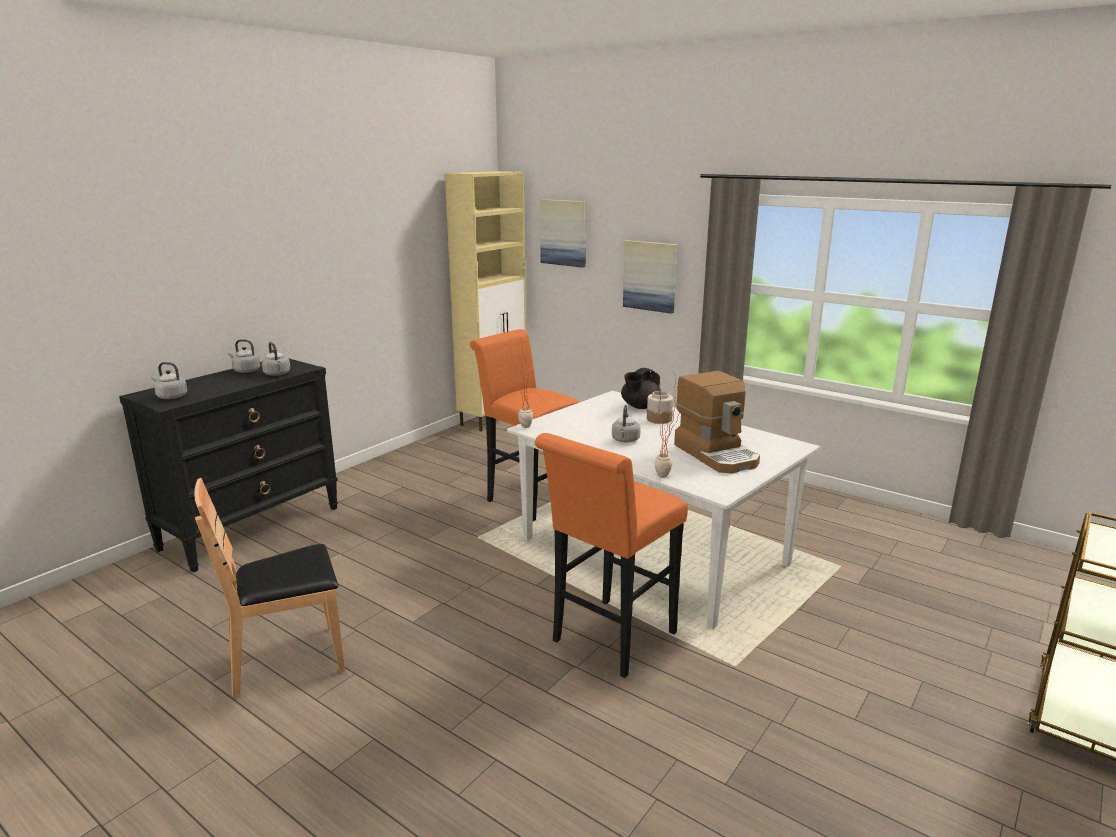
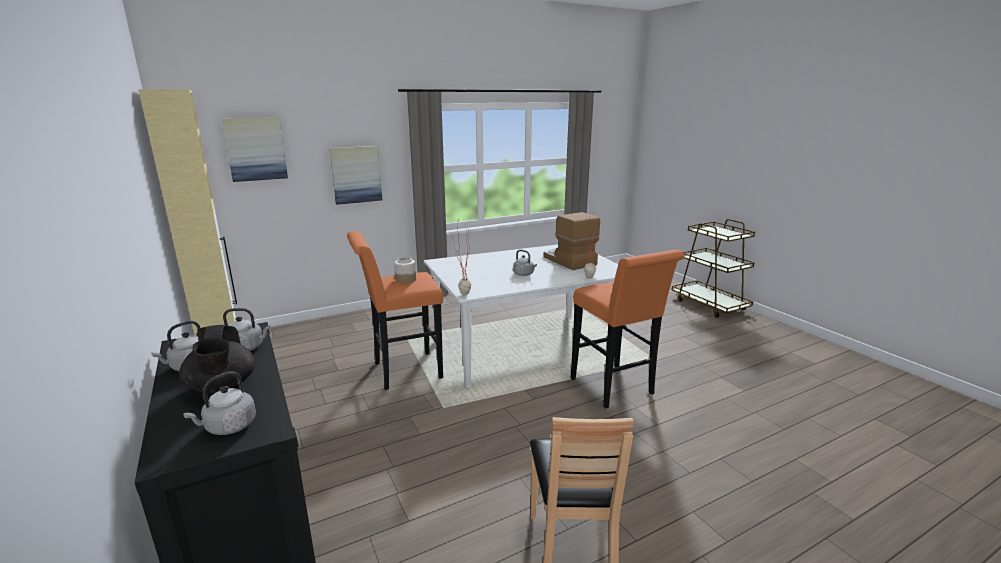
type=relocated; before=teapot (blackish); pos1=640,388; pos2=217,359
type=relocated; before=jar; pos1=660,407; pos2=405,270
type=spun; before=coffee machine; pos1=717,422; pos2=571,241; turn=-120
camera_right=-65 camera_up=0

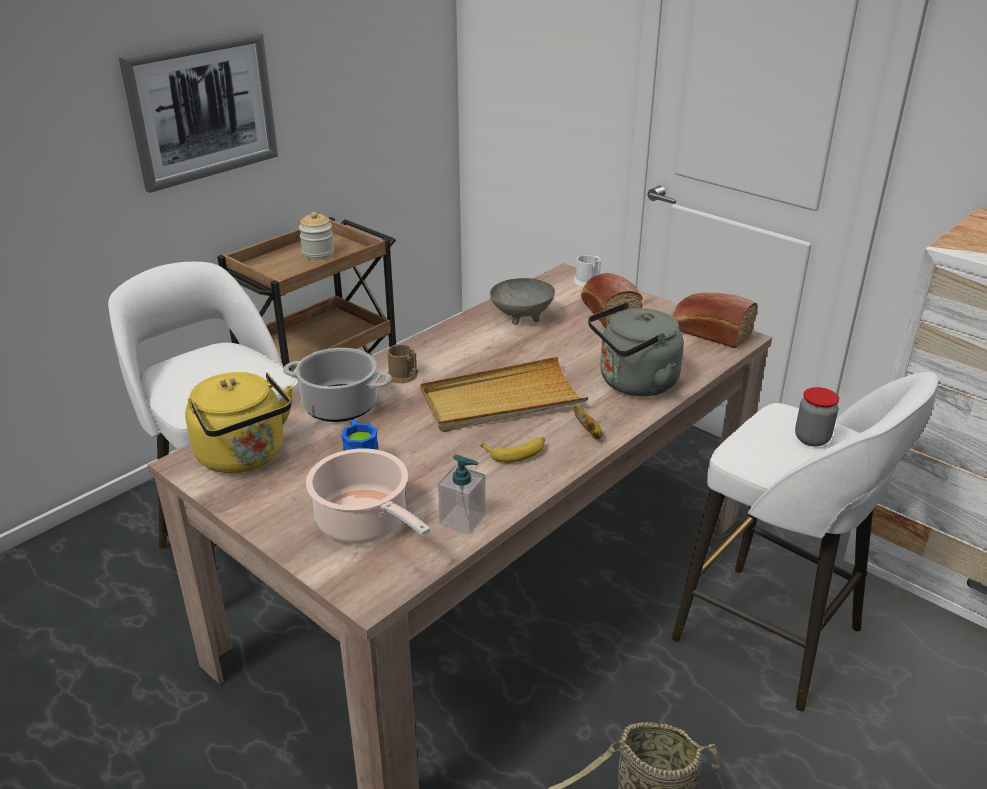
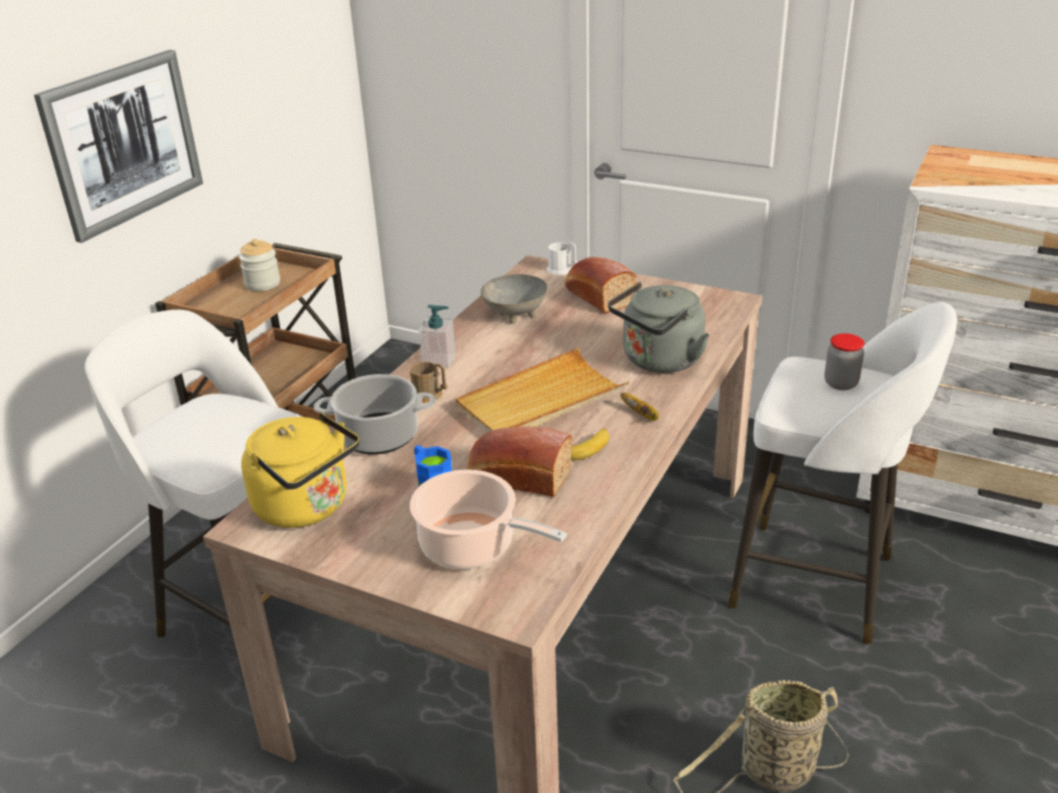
type=relocated; before=soap bottle; pos1=462,494; pos2=437,336
type=relocated; before=bread; pos1=715,320; pos2=519,462
camera_right=-15 camera_up=0

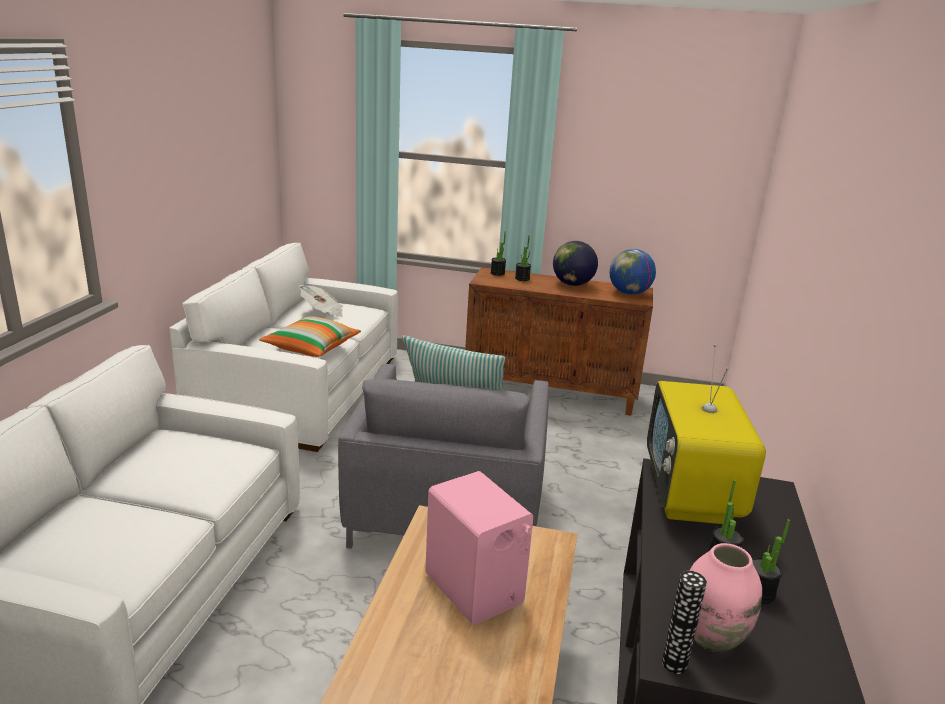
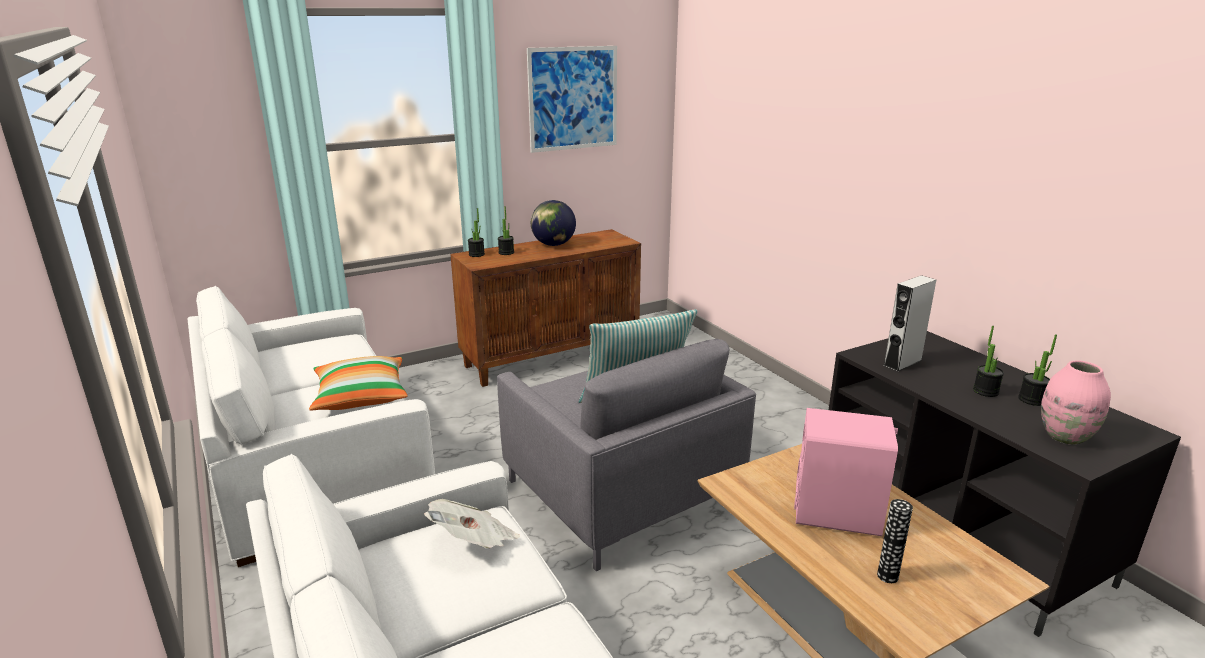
type=missing; before=globe; pos1=633,272
type=appeared; after=picture; pos2=572,99
type=relocated; before=printed paper; pos1=321,301; pos2=472,523
type=relocated; before=flower vase; pos1=684,622; pos2=895,541
type=exchanged; before=TV set; after=speaker (greyish); pos1=706,434; pos2=909,323
camera_right=-40 camera_up=0

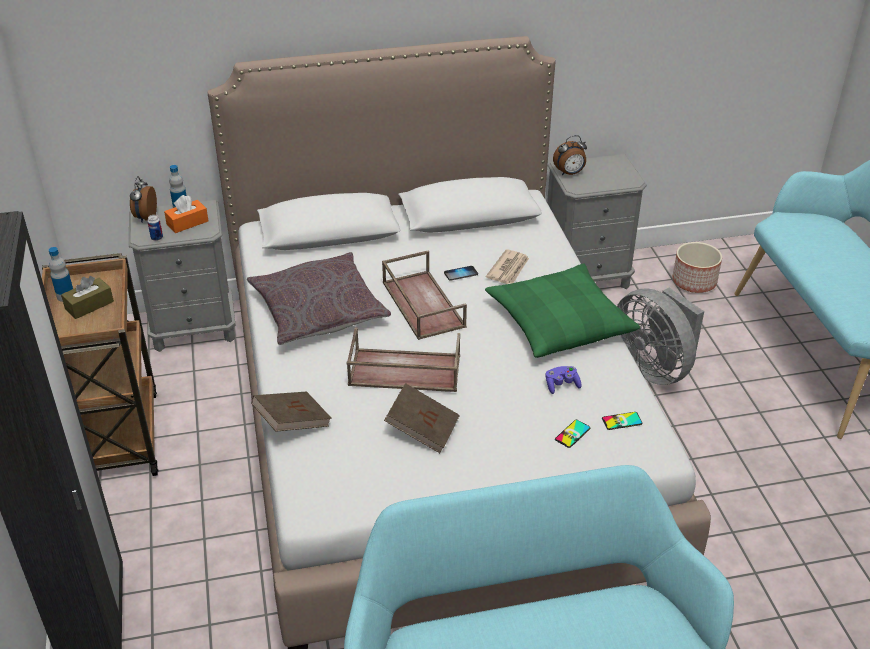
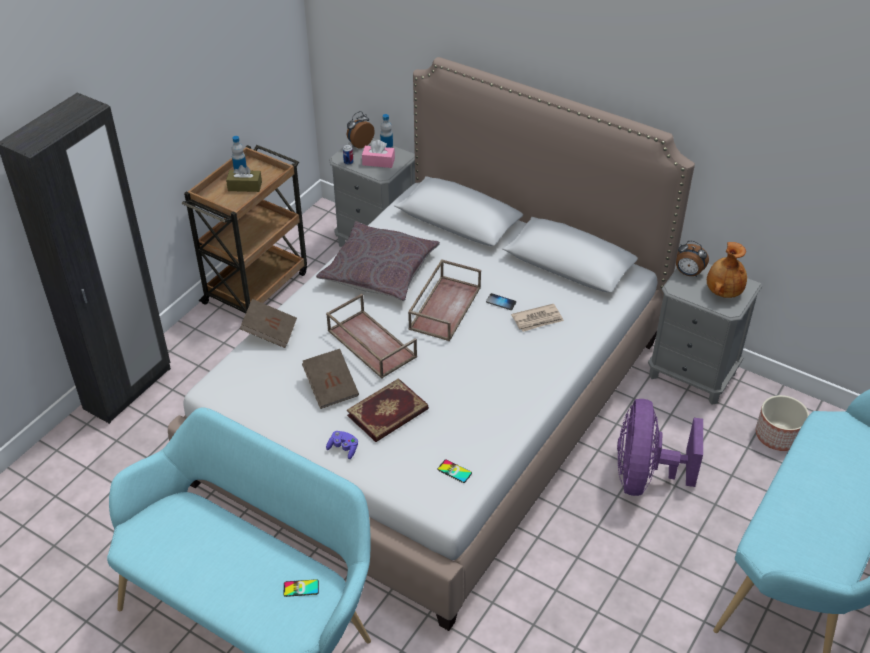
type=missing; before=throw pillow (greenish); pos1=562,311
type=appeared; after=bound book; pos2=388,410
type=appeared; after=flower vase (brown); pos2=727,270
type=relocated; before=game controller (purple-coloured); pos1=564,380; pos2=342,445
type=relocated; before=telephone; pos1=573,434; pos2=301,588
type=colour; before=tissue box (orange); after=tissue box (pink); pos1=186,214; pos2=378,154
type=colour; before=fan (greyish); after=fan (purple-coloured); pos1=660,336; pos2=660,447
camera_right=45 camera_up=5

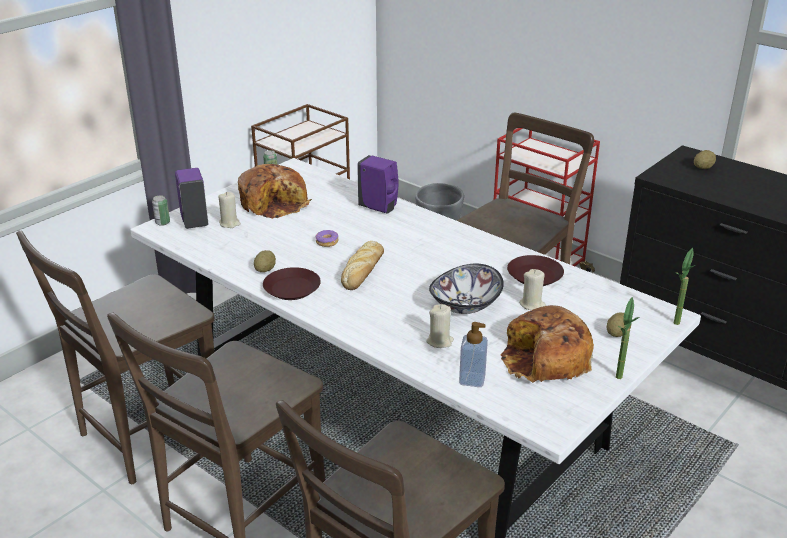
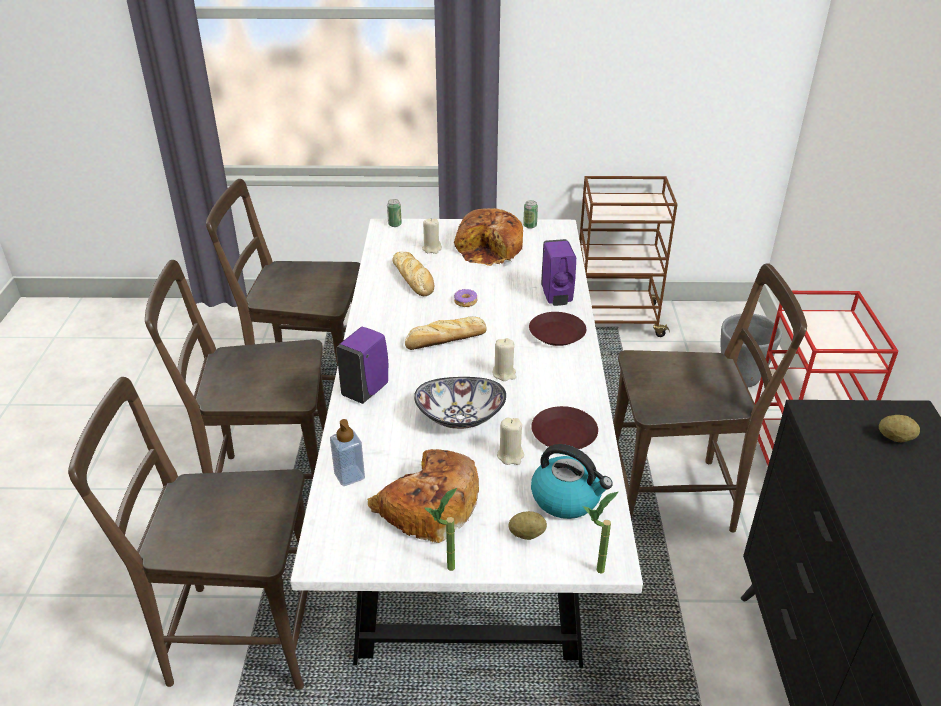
type=missing; before=whole potato; pos1=265,261
type=appeared; after=bread; pos2=413,274
type=appeared; after=kettle; pos2=572,481
type=relocated; before=soap bottle (purple-coloured); pos1=191,198; pos2=362,365
type=relocated; before=plate (brown); pos1=292,283; pos2=557,329
type=relocated; before=wax light (beige-coloured); pos1=440,326; pos2=504,359
camera_right=50 camera_up=5

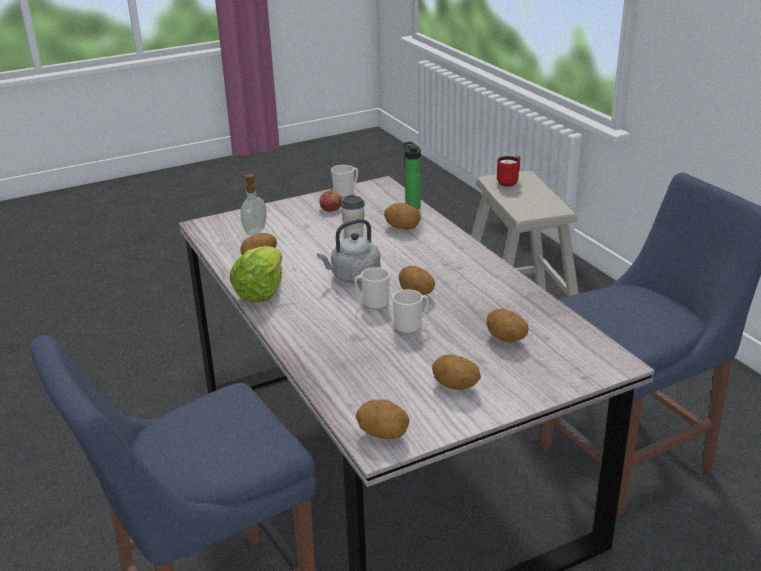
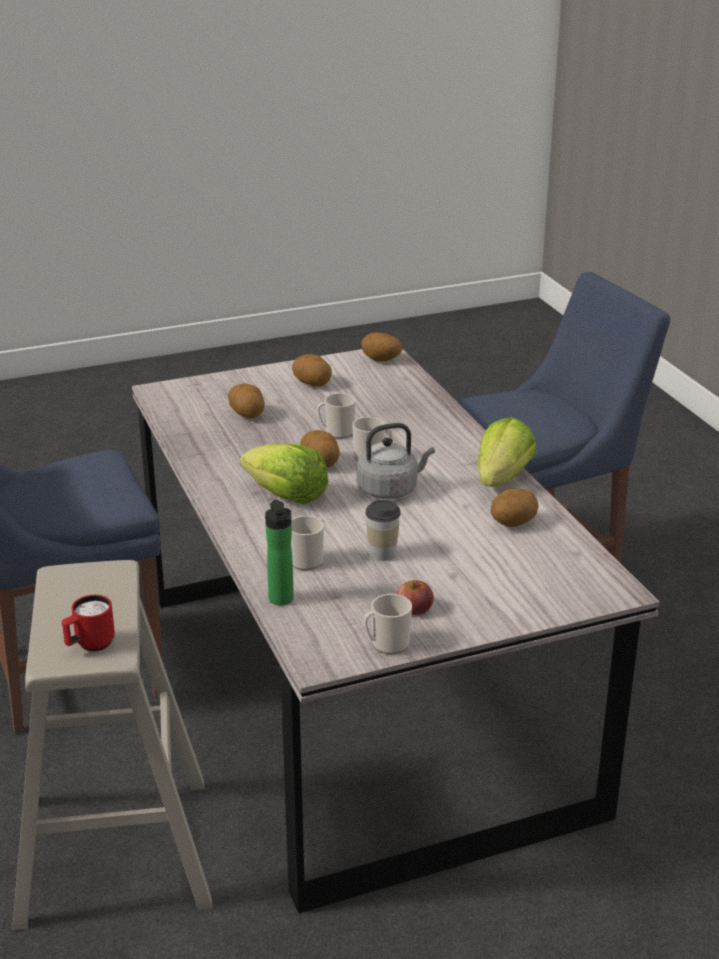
type=missing; before=soap bottle; pos1=253,204
type=appeared; after=lettuce head; pos2=284,473
type=exchanged; before=whole potato; after=tea mug; pos1=402,216; pos2=307,543
camera_right=-175 camera_up=0

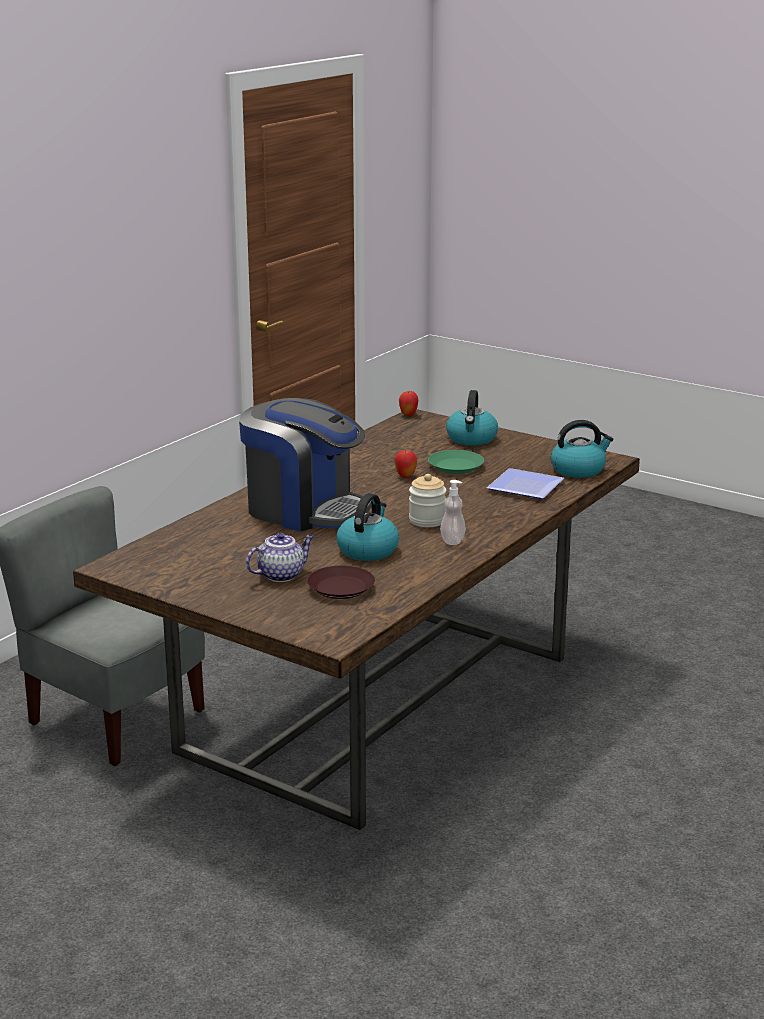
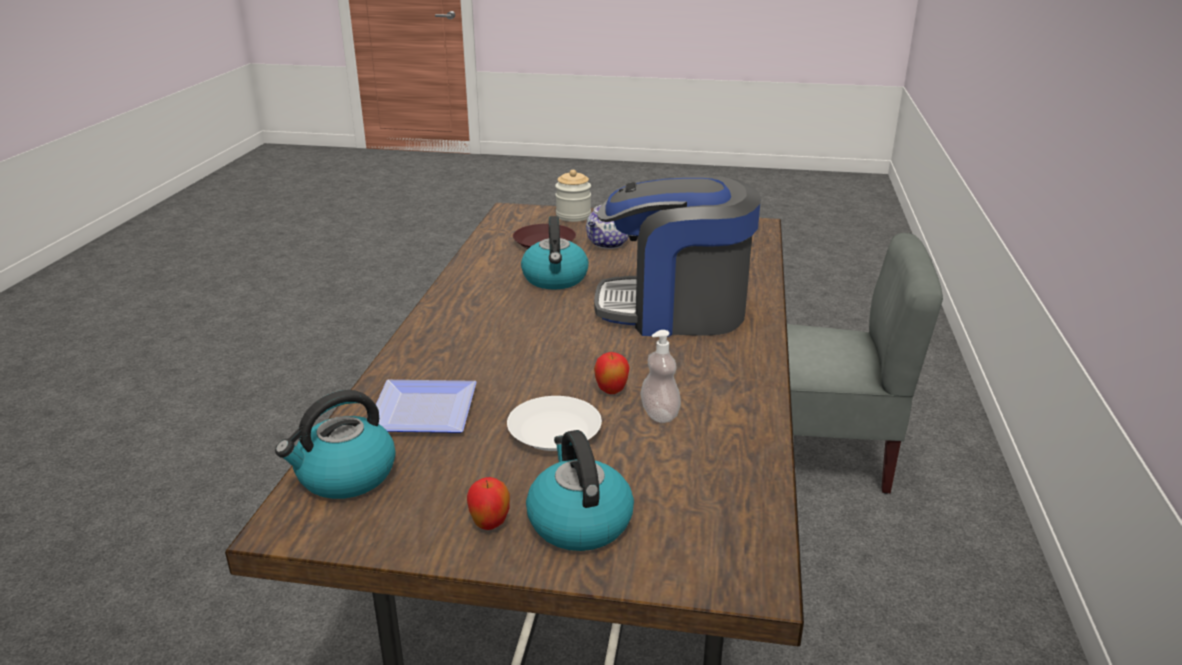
type=relocated; before=apple; pos1=408,403; pos2=488,503
type=relocated; before=jar; pos1=427,500; pos2=573,196
type=relocated; before=soap bottle; pos1=453,512; pos2=660,376
type=colour; before=plate (greenish); after=plate (white-coloured); pos1=456,462; pos2=554,423
camera_right=155 camera_up=5

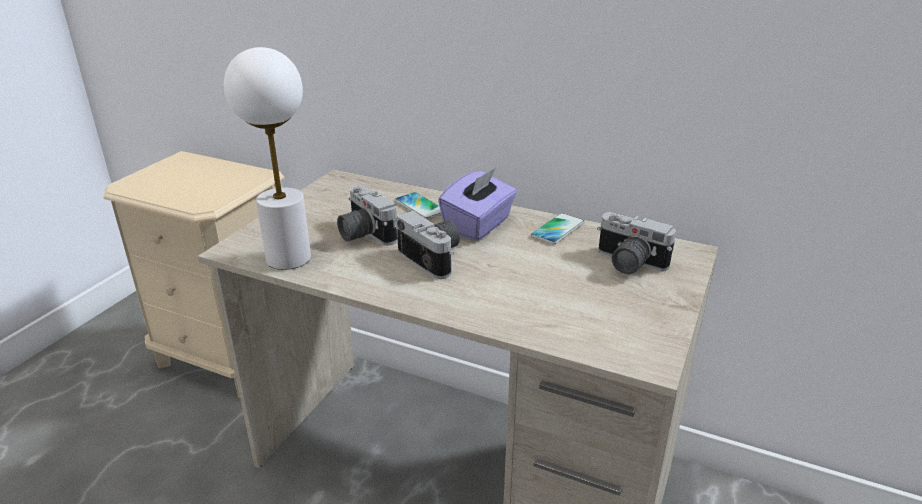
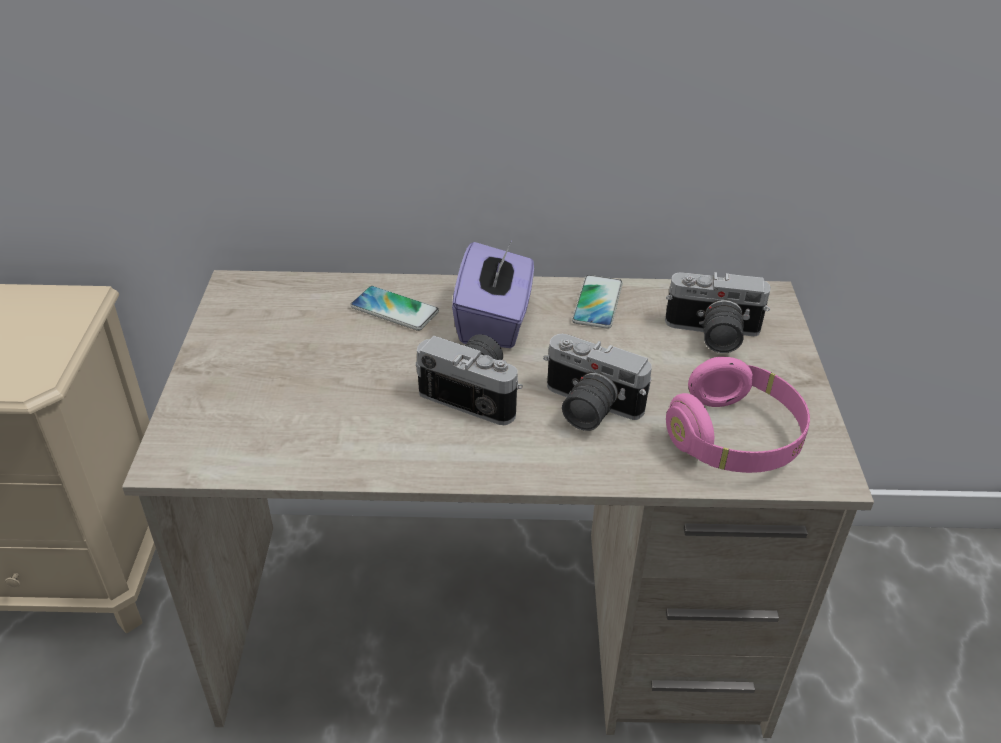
type=missing; before=table lamp (white-coloured); pos1=267,158
type=appeared; after=headset (pink); pos2=738,415
type=relocated; before=still camera; pos1=367,216; pos2=597,382
camera_right=-25 camera_up=10

